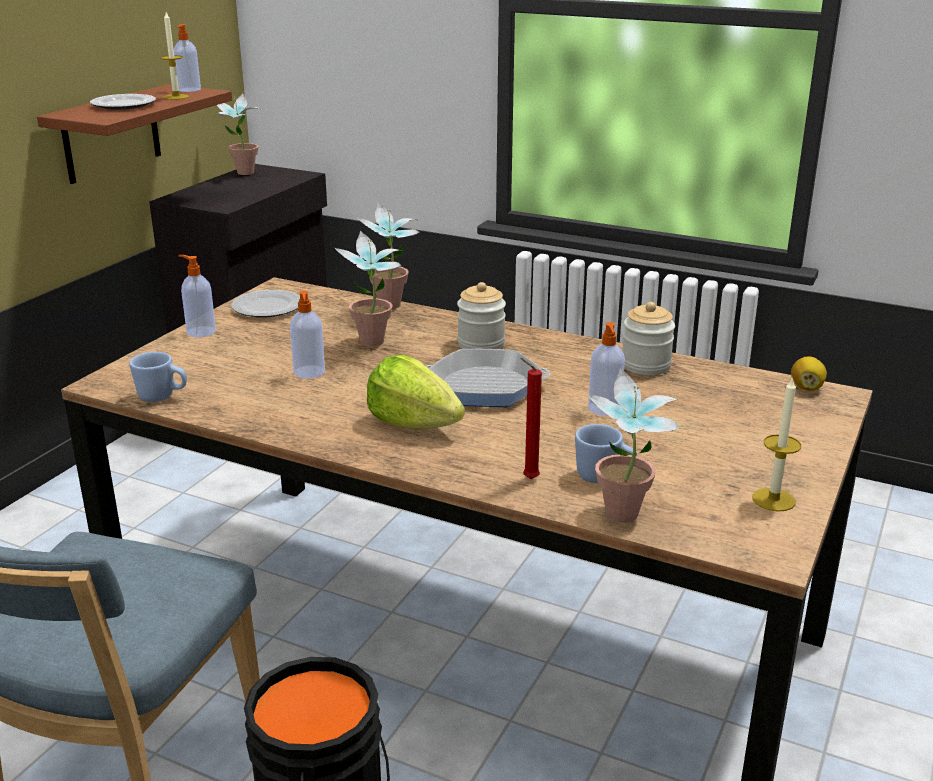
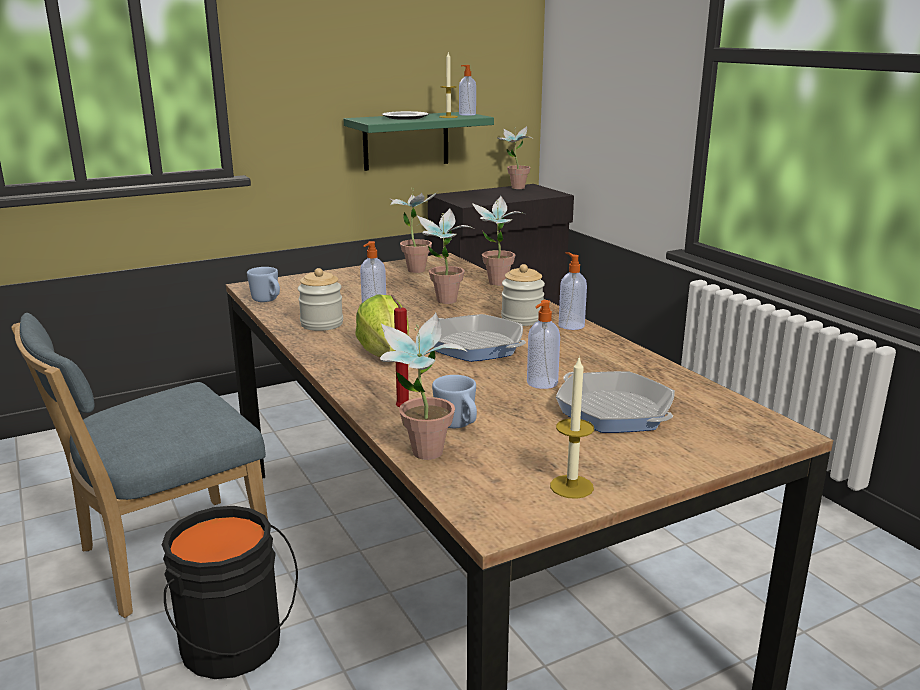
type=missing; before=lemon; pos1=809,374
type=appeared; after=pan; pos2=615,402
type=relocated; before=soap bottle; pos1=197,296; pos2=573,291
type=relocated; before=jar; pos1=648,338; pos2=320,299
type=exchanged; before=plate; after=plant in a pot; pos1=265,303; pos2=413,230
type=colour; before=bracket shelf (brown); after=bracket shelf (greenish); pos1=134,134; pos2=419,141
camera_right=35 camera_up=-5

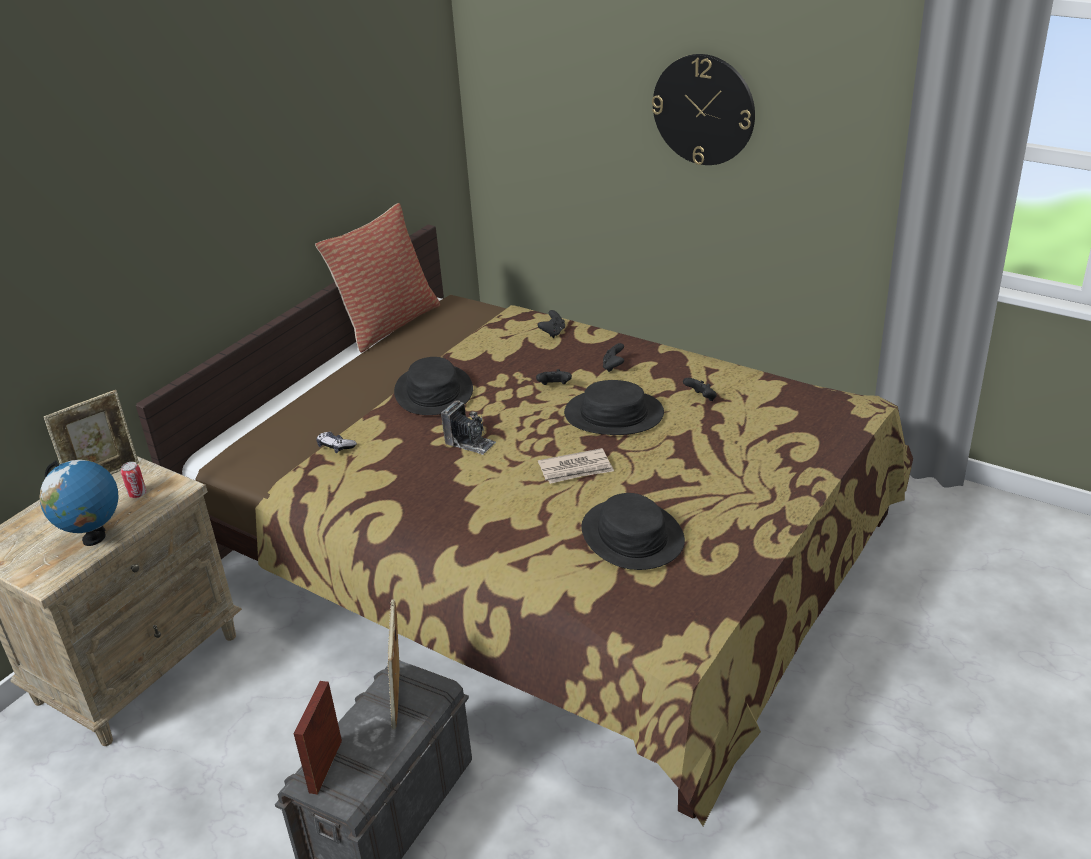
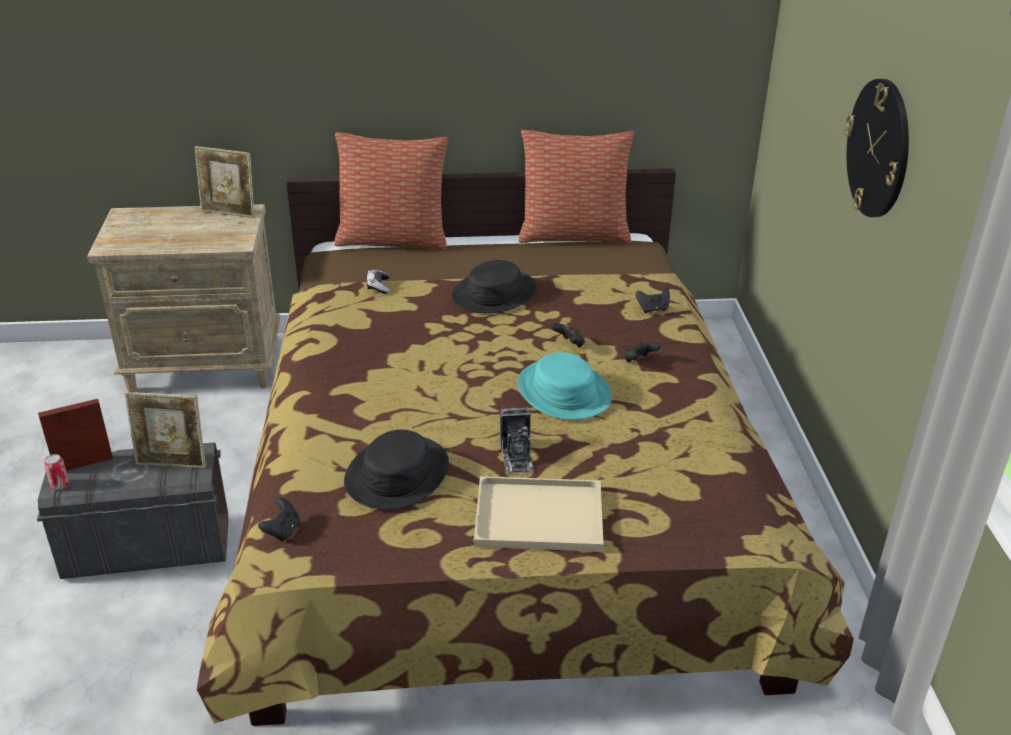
type=missing; before=globe; pos1=79,503
type=missing; before=printed paper; pos1=576,466
type=appeared; after=throw pillow; pos2=391,191
type=appeared; after=serving tray (beige-coloured); pos2=539,514
type=relocated; before=metal can; pos1=134,480; pos2=56,472
type=relocated; before=still camera; pos1=468,427; pos2=517,440
type=relocated; before=game controller (blackish); pos1=700,389; pos2=279,519
type=colour; before=clothing hat (blackish); after=clothing hat (blue-green); pos1=614,407; pos2=565,386
type=spun; before=photo frame; pos1=393,664; pos2=165,430; turn=-135
camera_right=50 camera_up=0

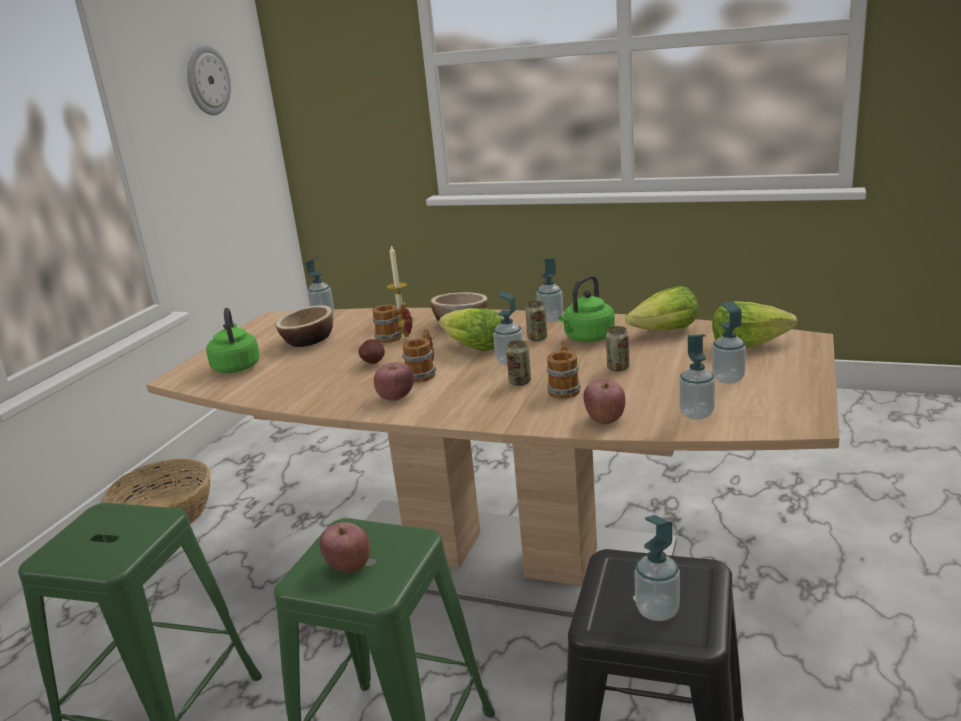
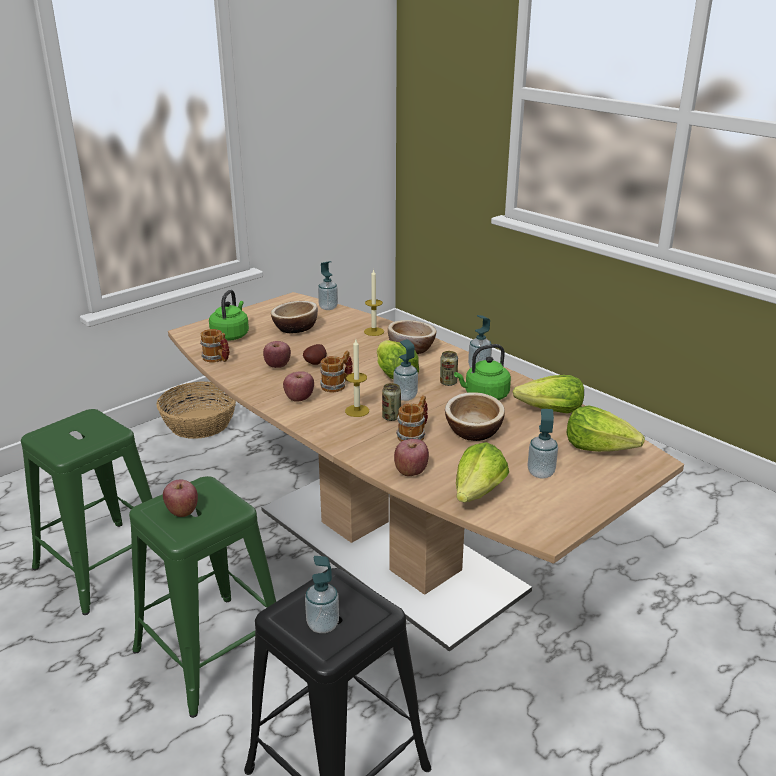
type=missing; before=clock on the wall; pos1=209,80
type=appeared; after=apple; pos2=277,354
type=appeared; after=wax light; pos2=357,378
type=relocated; before=tea mug; pos1=393,322; pos2=215,346
type=exchanged; before=metal can; after=bowl; pos1=618,348; pos2=475,416
type=exchanged; before=soap bottle; after=lettuce head; pos1=697,377; pos2=482,472
camera_right=25 camera_up=5

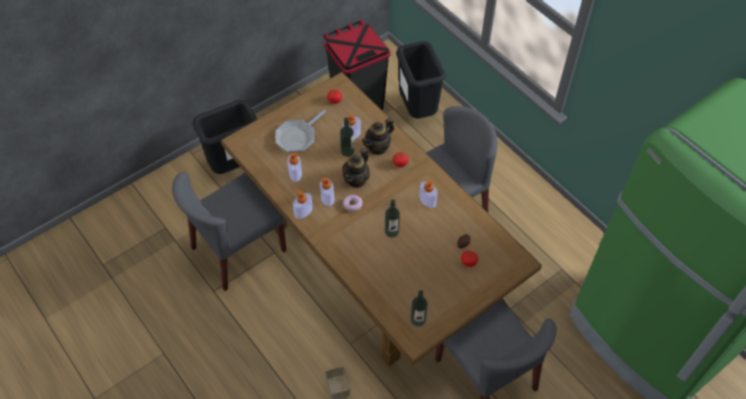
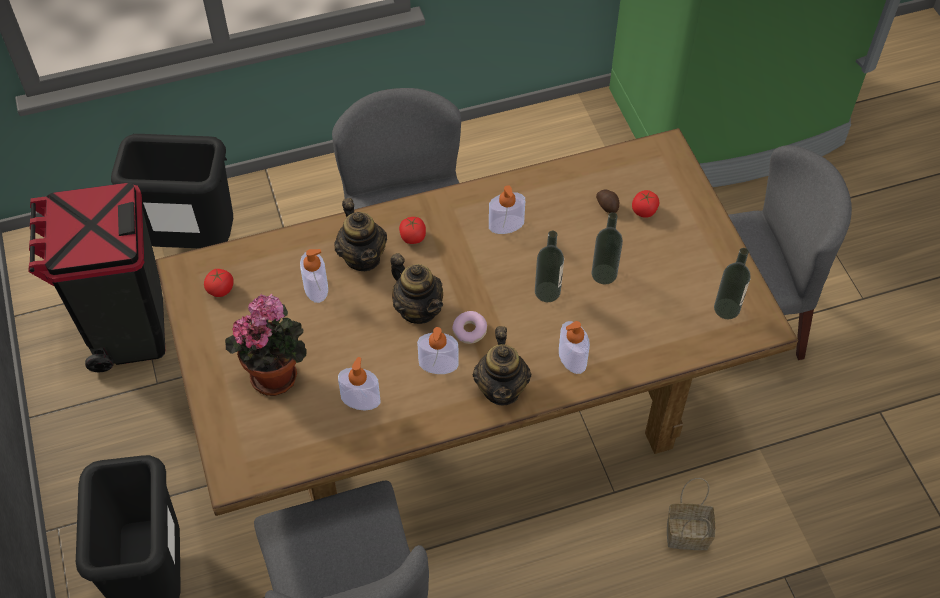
type=appeared; after=teapot; pos2=502,366
type=relocated; before=soap bottle; pos1=303,204; pos2=574,347
type=relocated; before=beverage bottle; pos1=347,137; pos2=607,248
type=exchanged; before=pan; after=plant in a pot; pos1=300,131; pos2=265,345
camera_right=-70 camera_up=0

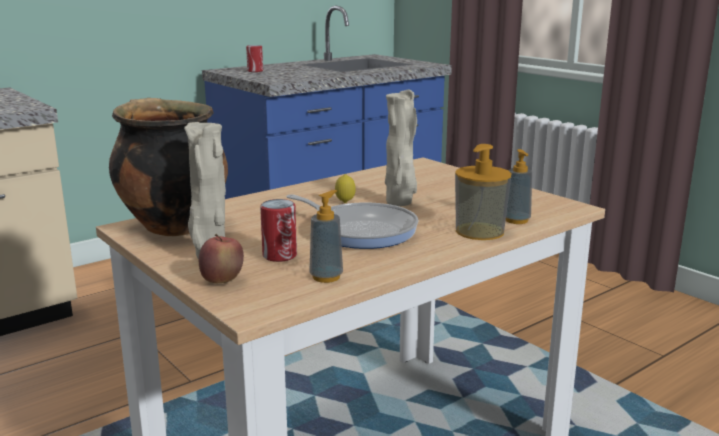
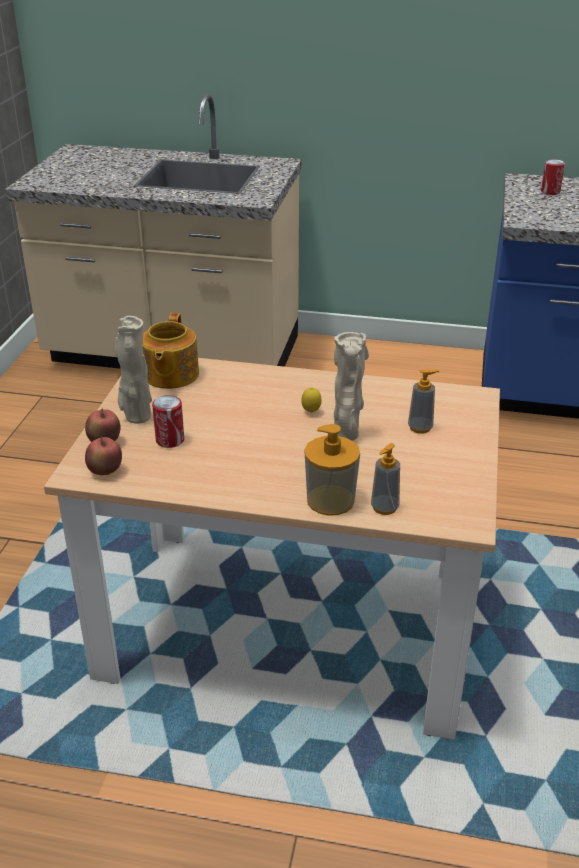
type=missing; before=pan; pos1=352,221
type=appeared; after=apple; pos2=103,456
type=relocated; before=soap bottle; pos1=326,236; pos2=423,402
type=exchanged; before=cooking pot; after=teapot; pos1=168,167; pos2=171,351
camera_right=50 camera_up=15

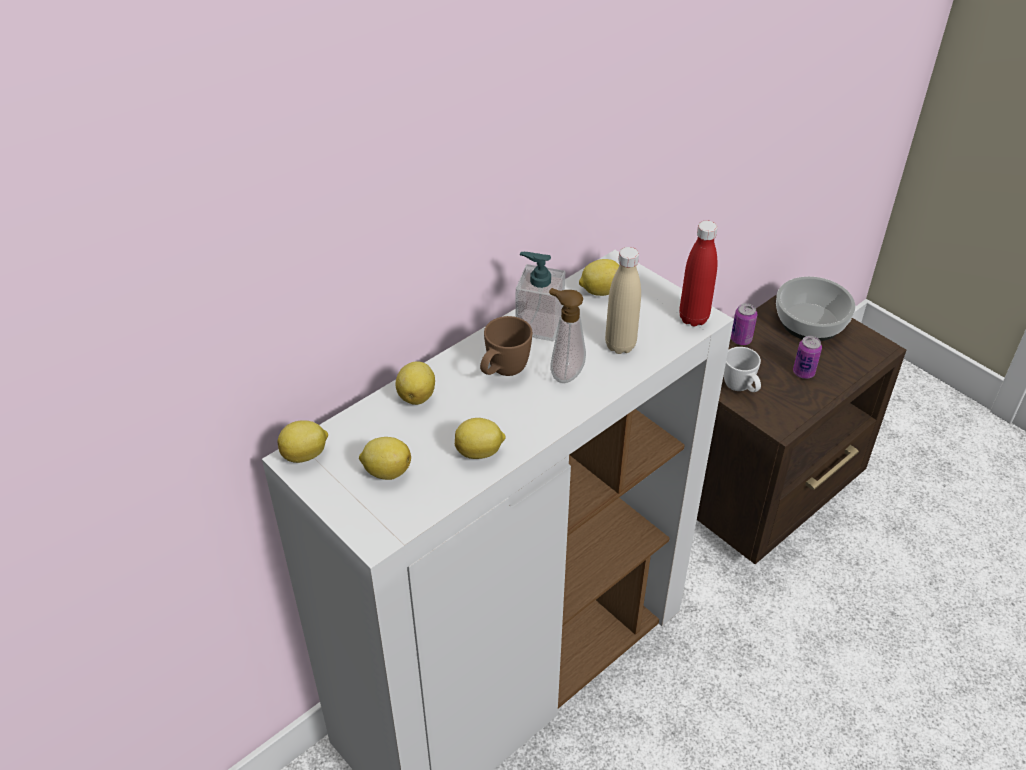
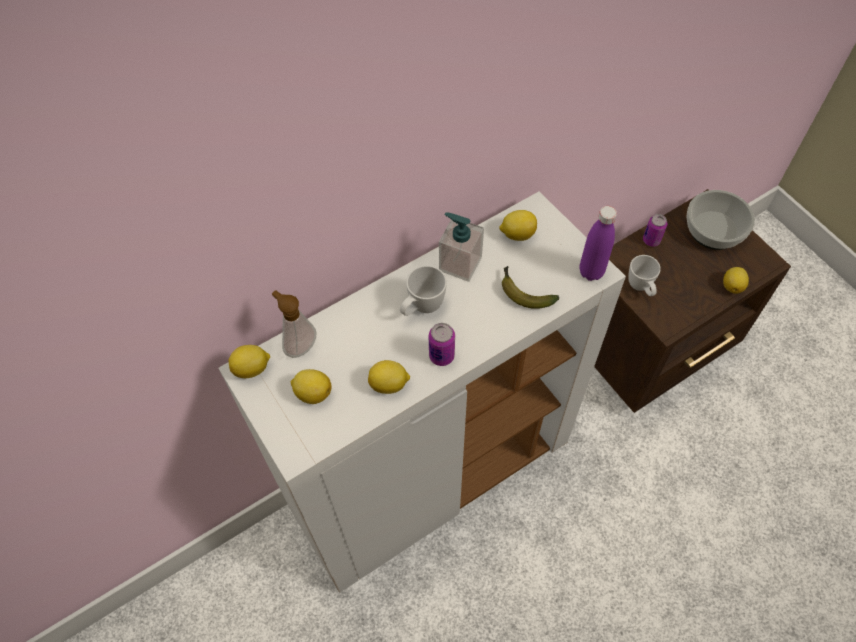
type=relocated; before=lemon; pos1=415,383; pos2=736,280
type=relocated; before=soap bottle; pos1=567,335; pos2=294,324
type=relocated; before=metal can; pos1=807,357; pos2=442,344
type=exchanged; before=beverage bottle (beige-coloured); after=banana; pos1=623,300; pos2=530,287
type=colour; before=tea mug (brown); after=tea mug (white-coloured); pos1=506,346; pos2=423,290
type=colour; before=beverage bottle (red); after=beverage bottle (purple-coloured); pos1=698,273; pos2=598,243
camera_right=10 camera_up=15

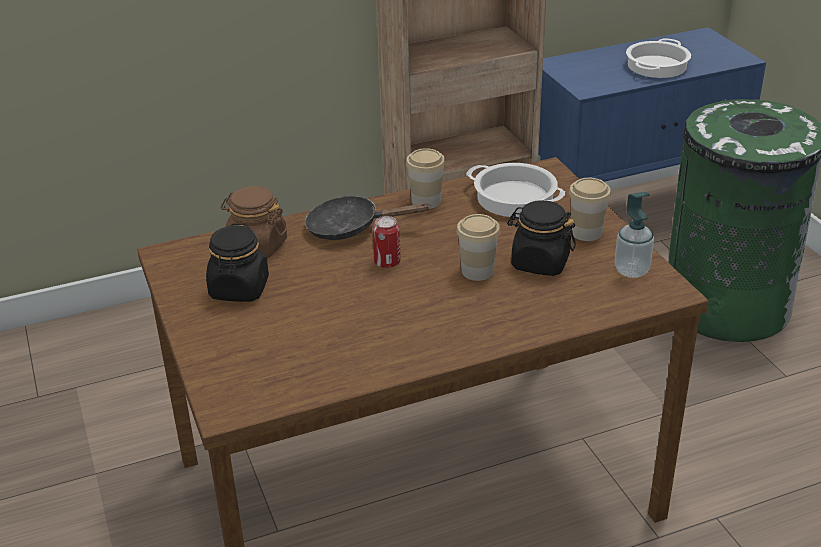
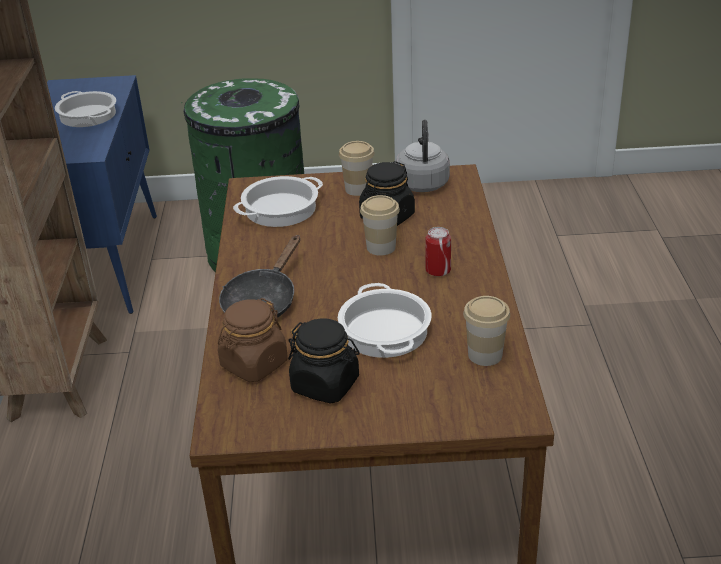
type=appeared; after=cooking pot; pos2=385,320
type=relocated; before=metal can; pos1=387,242; pos2=438,252
type=relocated; before=drinking cup; pos1=426,178; pos2=486,331
type=exchanged; before=soap bottle; after=kettle (greyish); pos1=634,235; pos2=423,156
camera_right=-70 camera_up=0

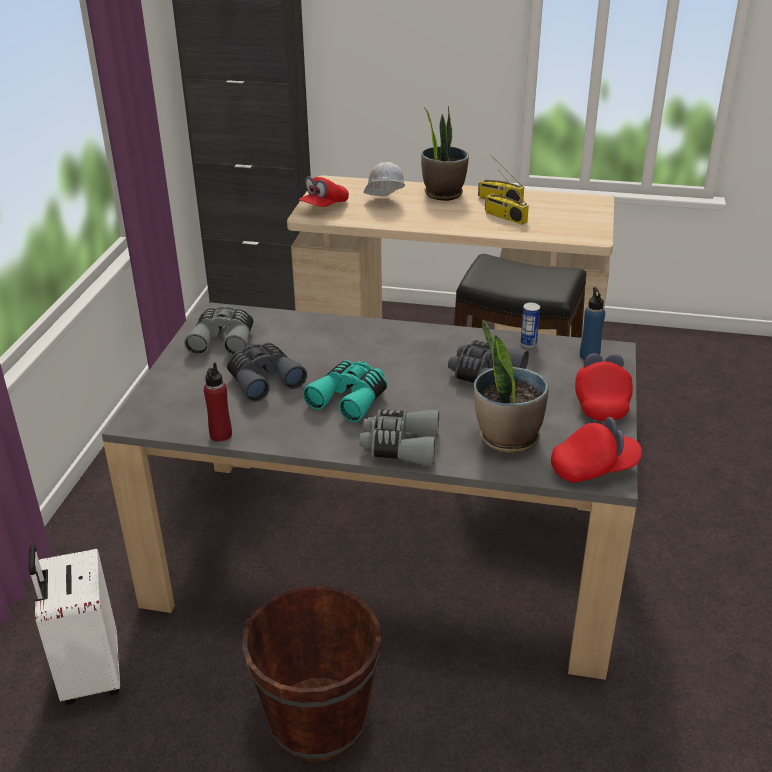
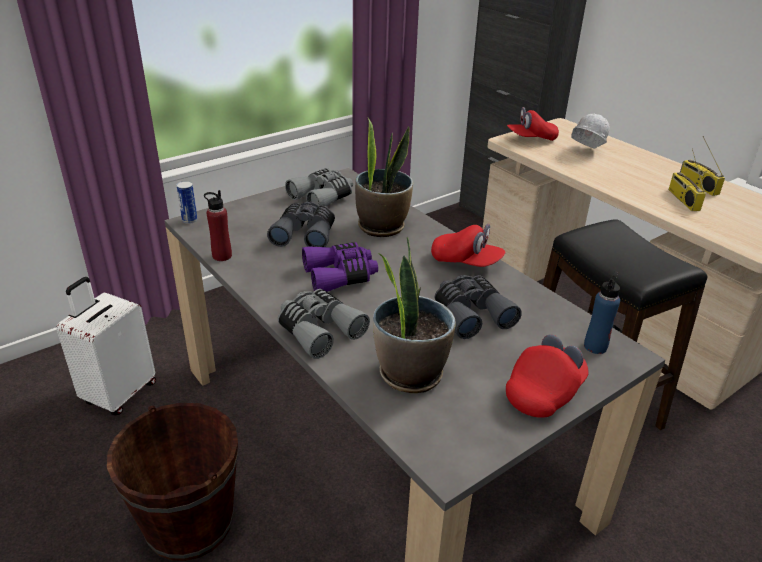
type=relocated; before=plant in a pot; pos1=445,153; pos2=384,177
type=relocated; before=metal can; pos1=530,325; pos2=187,202
type=relocated; before=baseball cap (red); pos1=596,450; pos2=468,245
type=colour; before=pair of binoculars (blue-green); after=pair of binoculars (purple-coloured); pos1=345,391; pos2=340,267
camera_right=40 camera_up=0

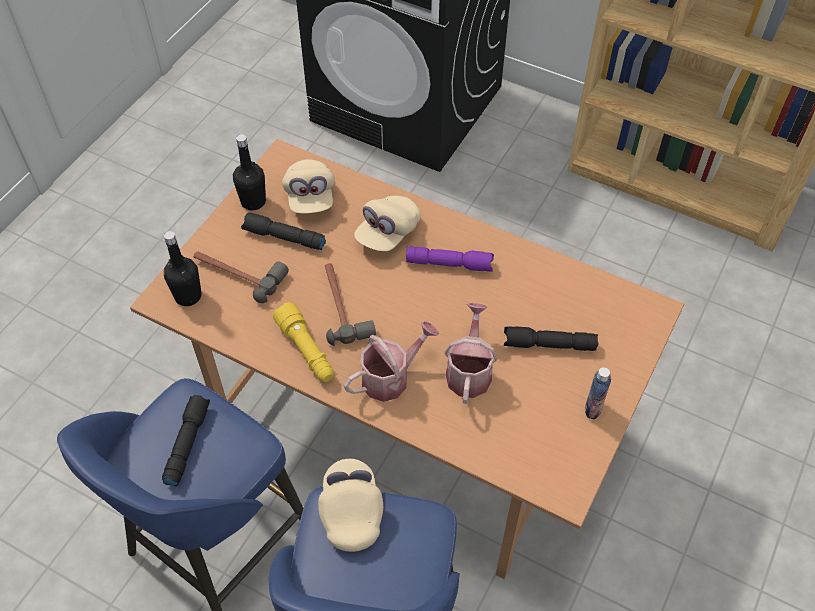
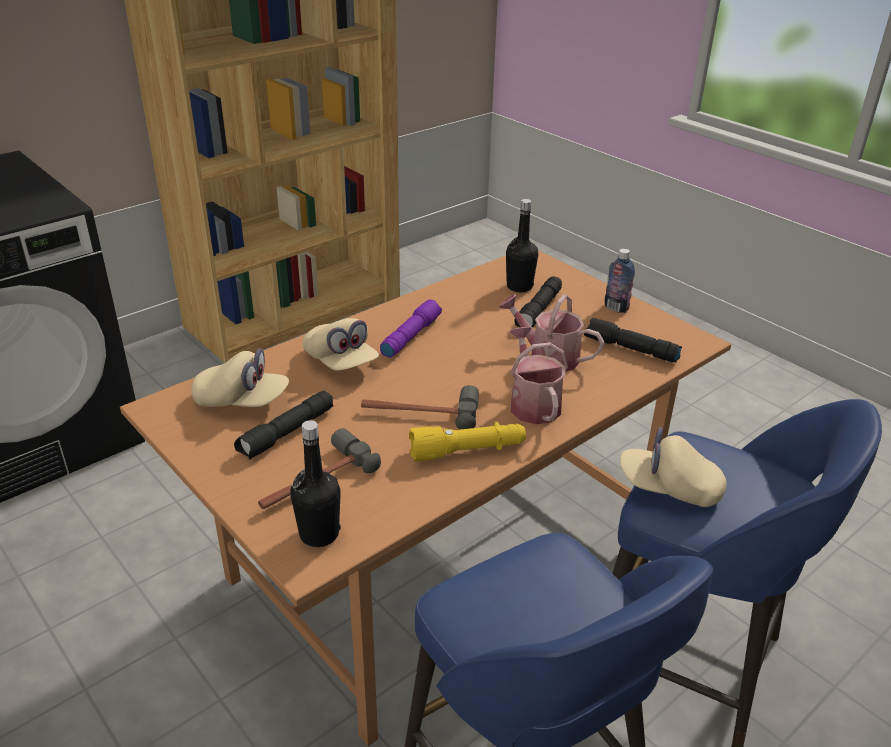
type=relocated; before=hand torch (blackish); pos1=186,441; pos2=633,340
type=relocated; before=beverage bottle (blackish); pos1=249,172; pos2=522,245
camera_right=-70 camera_up=-20

